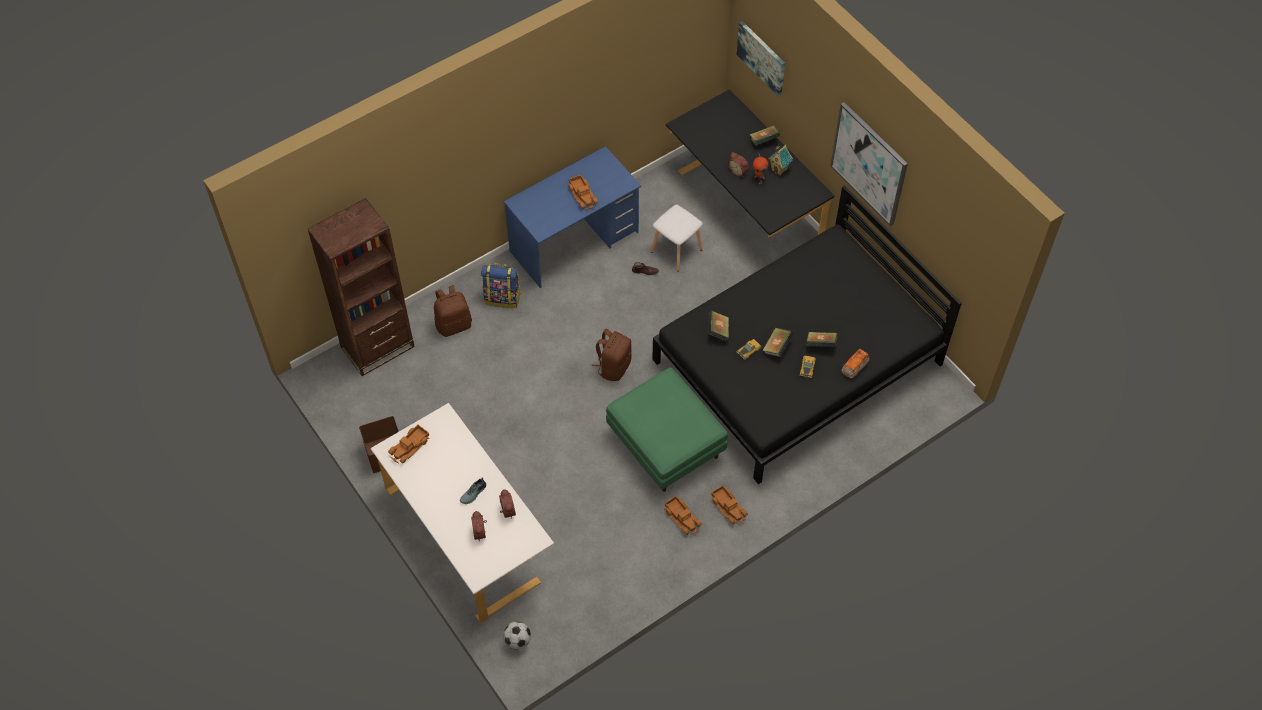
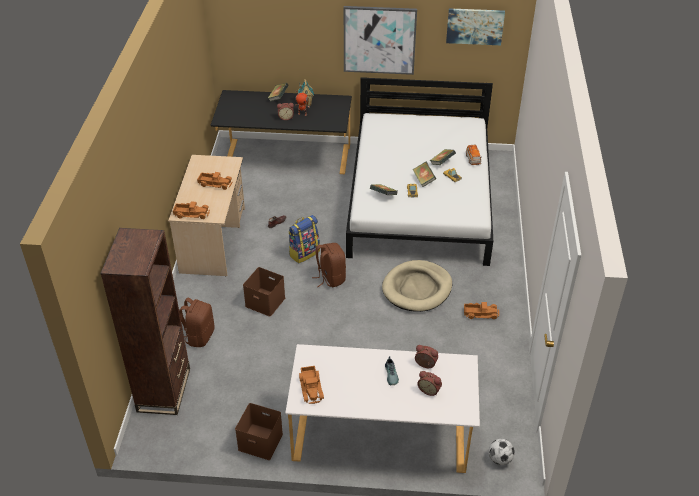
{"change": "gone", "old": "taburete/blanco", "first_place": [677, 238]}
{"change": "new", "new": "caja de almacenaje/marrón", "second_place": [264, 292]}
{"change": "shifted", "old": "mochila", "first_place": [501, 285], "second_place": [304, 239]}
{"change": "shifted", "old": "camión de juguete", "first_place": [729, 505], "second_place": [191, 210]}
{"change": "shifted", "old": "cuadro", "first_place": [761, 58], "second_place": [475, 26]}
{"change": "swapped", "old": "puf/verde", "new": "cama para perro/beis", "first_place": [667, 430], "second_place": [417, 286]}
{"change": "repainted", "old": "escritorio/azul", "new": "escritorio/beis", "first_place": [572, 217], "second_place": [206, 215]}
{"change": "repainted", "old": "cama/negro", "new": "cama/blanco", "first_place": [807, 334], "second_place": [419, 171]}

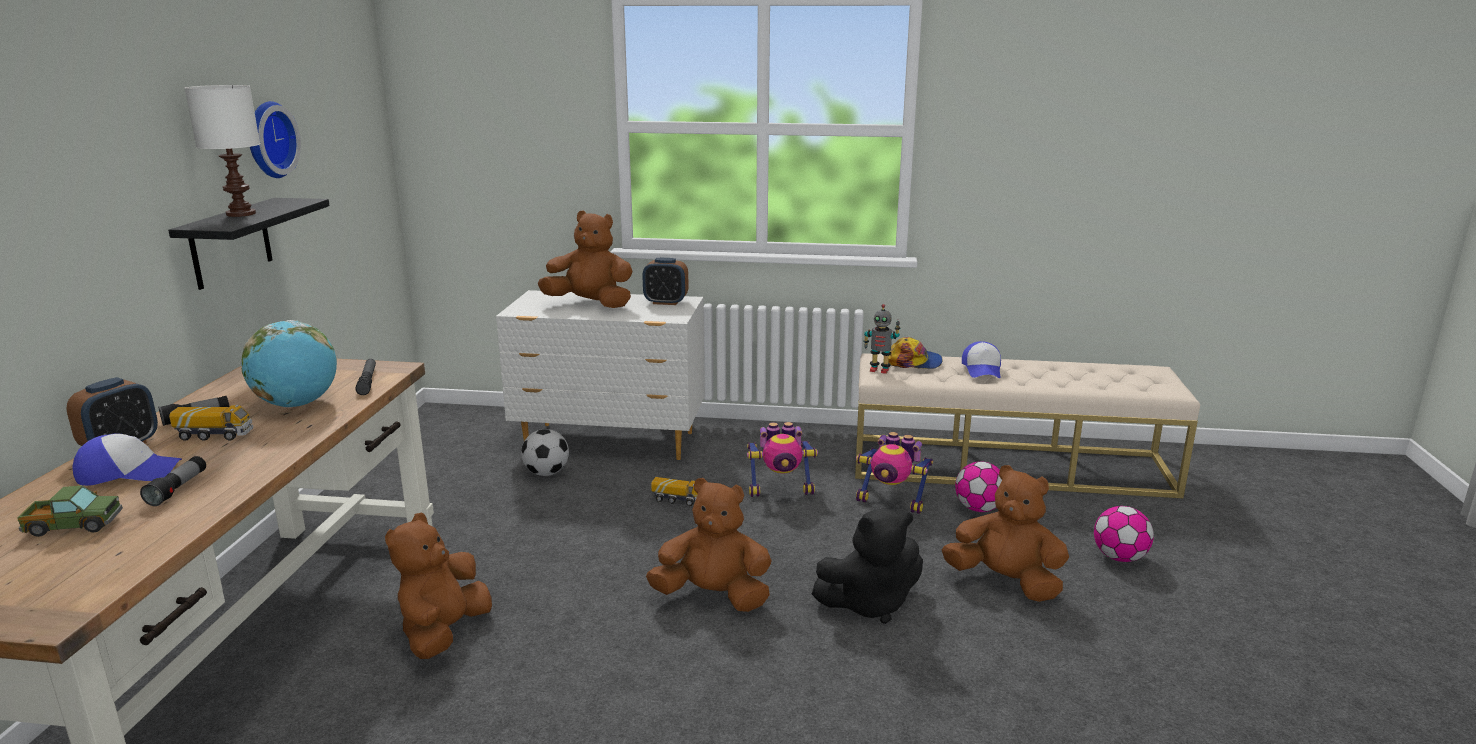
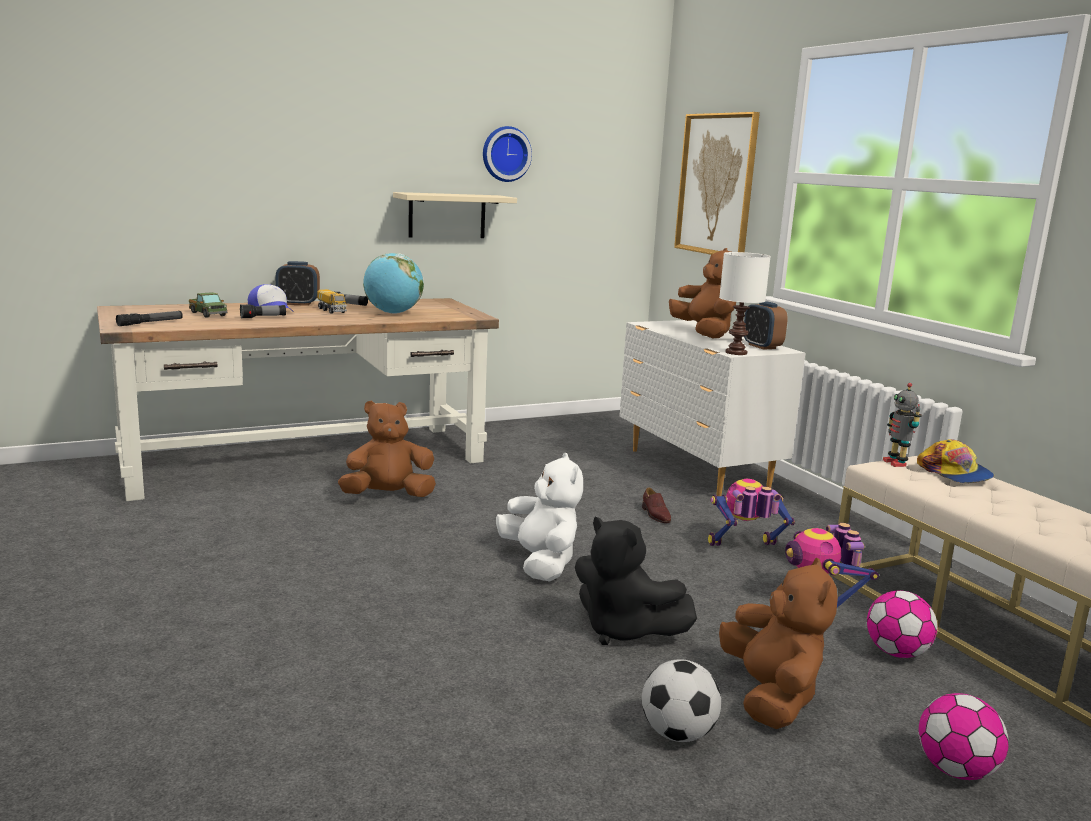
{"change": "gone", "old": "gorra", "first_place": [981, 359]}
{"change": "new", "new": "cuadro", "second_place": [717, 183]}
{"change": "shifted", "old": "lámpara de mesa/blanco", "first_place": [222, 151], "second_place": [745, 303]}
{"change": "shifted", "old": "linterna", "first_place": [365, 377], "second_place": [149, 318]}
{"change": "shifted", "old": "balón de fútbol", "first_place": [545, 452], "second_place": [681, 700]}
{"change": "swapped", "old": "camión de juguete", "new": "zapato/marrón", "first_place": [674, 491], "second_place": [656, 505]}
{"change": "repainted", "old": "estante/negro", "new": "estante/beis", "first_place": [249, 244], "second_place": [455, 215]}
{"change": "repainted", "old": "peluche/marrón", "new": "peluche/blanco", "first_place": [709, 545], "second_place": [539, 517]}
{"change": "rotated", "old": "robot de juguete", "first_place": [782, 459], "second_place": [751, 512], "degrees": 120}

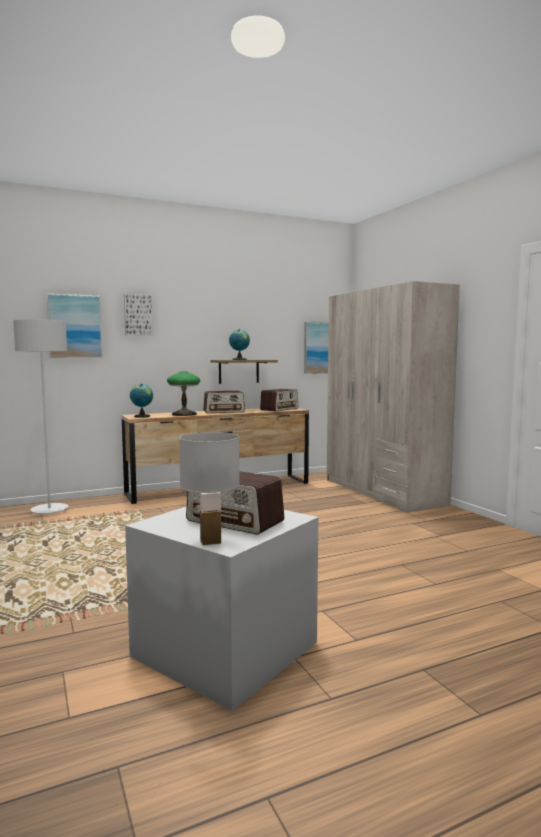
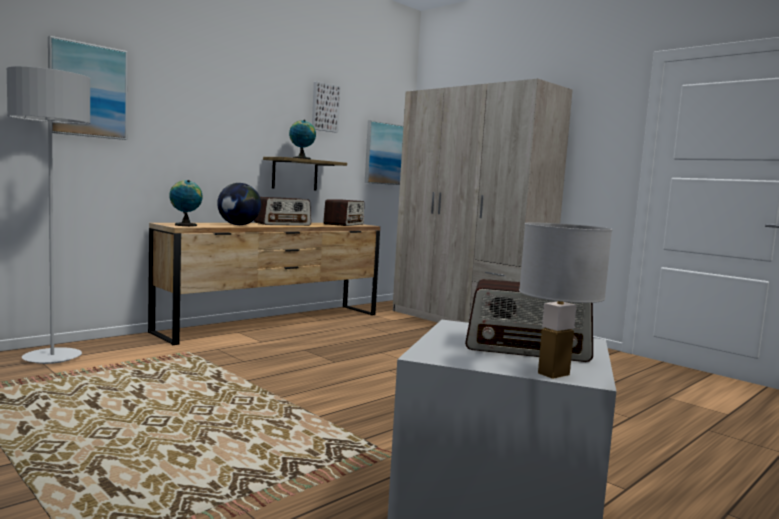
{"change": "shifted", "old": "cuadro", "first_place": [138, 315], "second_place": [326, 107]}
{"change": "swapped", "old": "lámpara de mesa", "new": "globo terráqueo", "first_place": [183, 394], "second_place": [239, 204]}

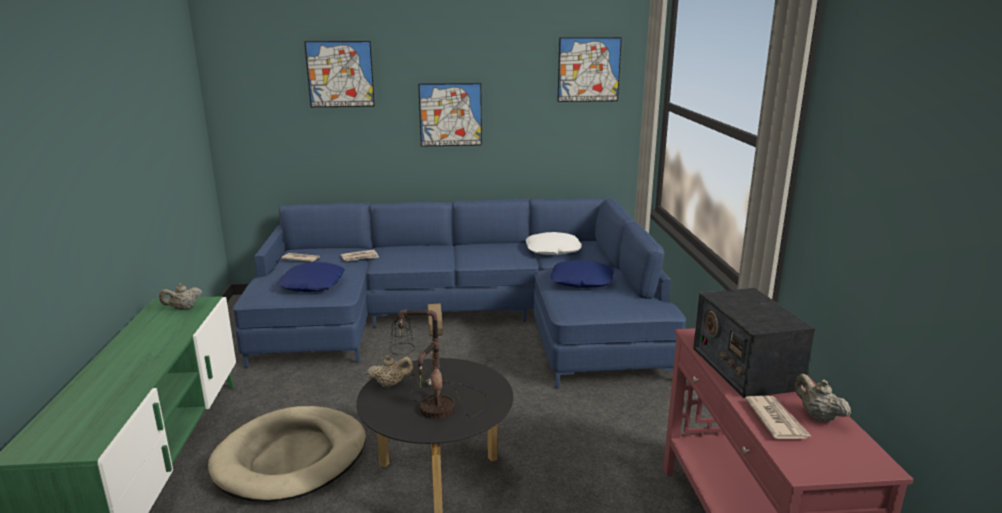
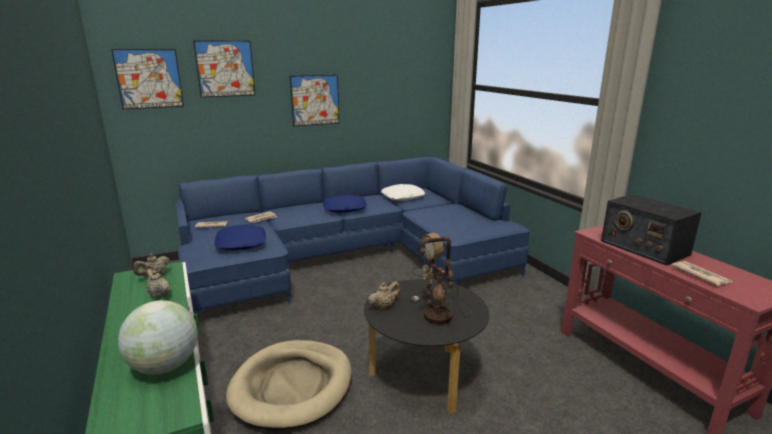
{"change": "new", "new": "globo terráqueo", "second_place": [158, 337]}
{"change": "shifted", "old": "cojín/azul", "first_place": [582, 274], "second_place": [345, 203]}
{"change": "shifted", "old": "cuadro", "first_place": [589, 69], "second_place": [147, 79]}
{"change": "shifted", "old": "tetera/beis", "first_place": [822, 398], "second_place": [158, 283]}

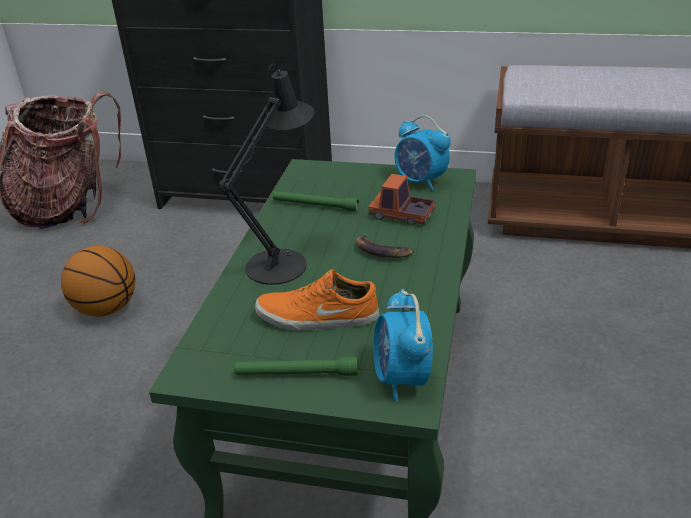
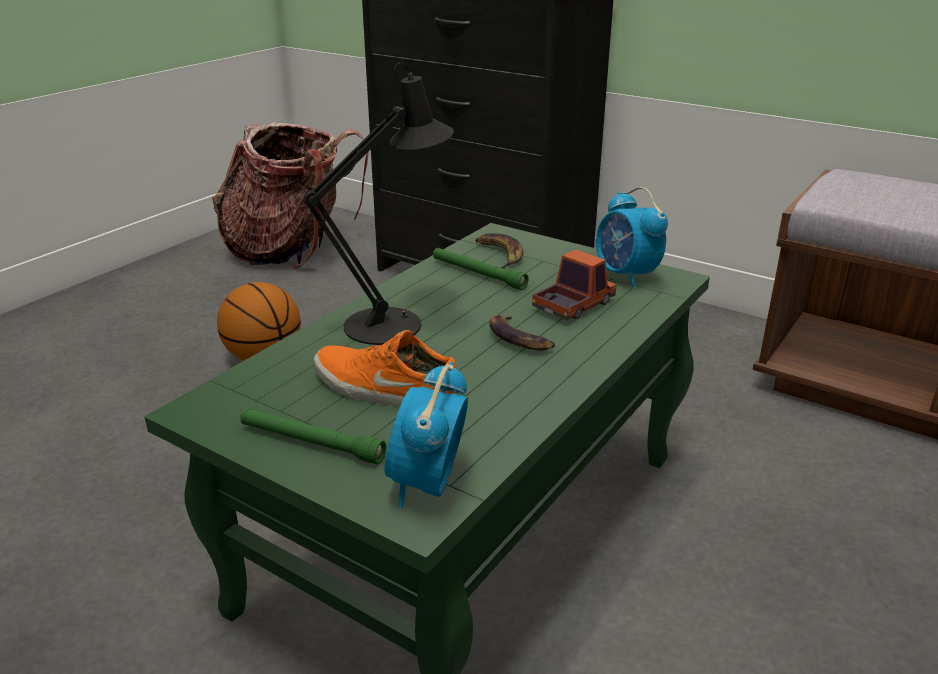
{"change": "new", "new": "plátano", "second_place": [499, 251]}
{"change": "rotated", "old": "camión de juguete", "first_place": [402, 200], "second_place": [574, 284], "degrees": 90}

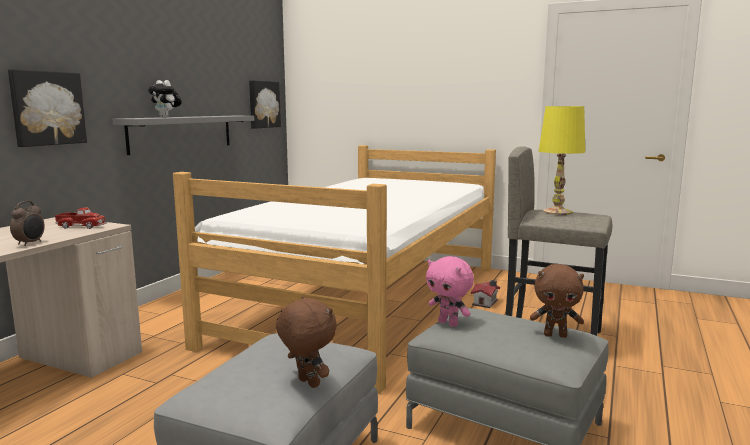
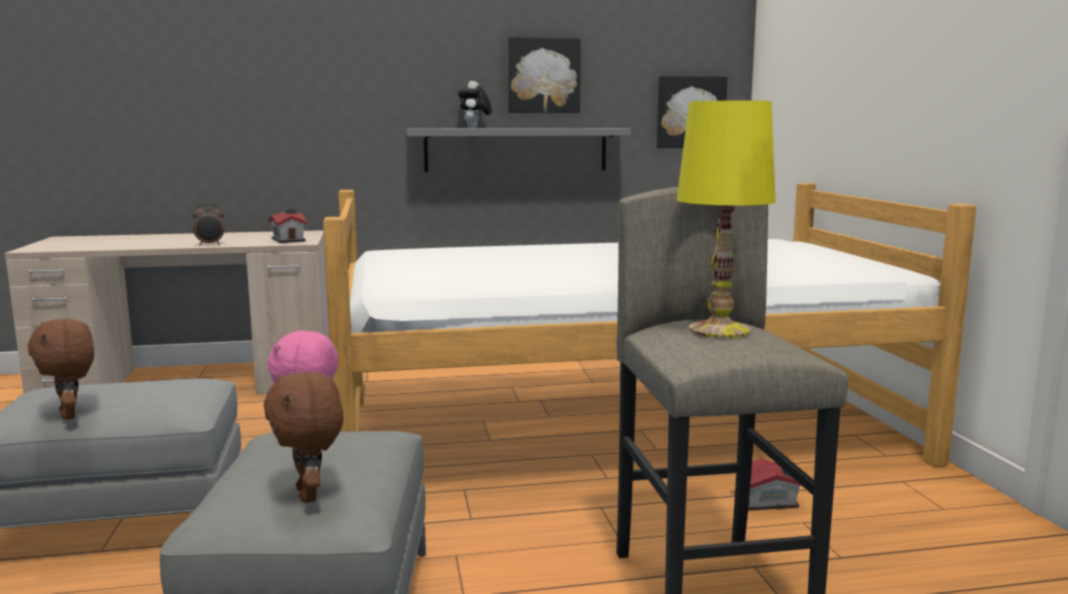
{"change": "shifted", "old": "cuadro", "first_place": [47, 108], "second_place": [544, 75]}
{"change": "swapped", "old": "camión de juguete", "new": "casita", "first_place": [81, 218], "second_place": [287, 225]}
{"change": "rotated", "old": "peluche/marrón", "first_place": [306, 342], "second_place": [61, 369], "degrees": 135}

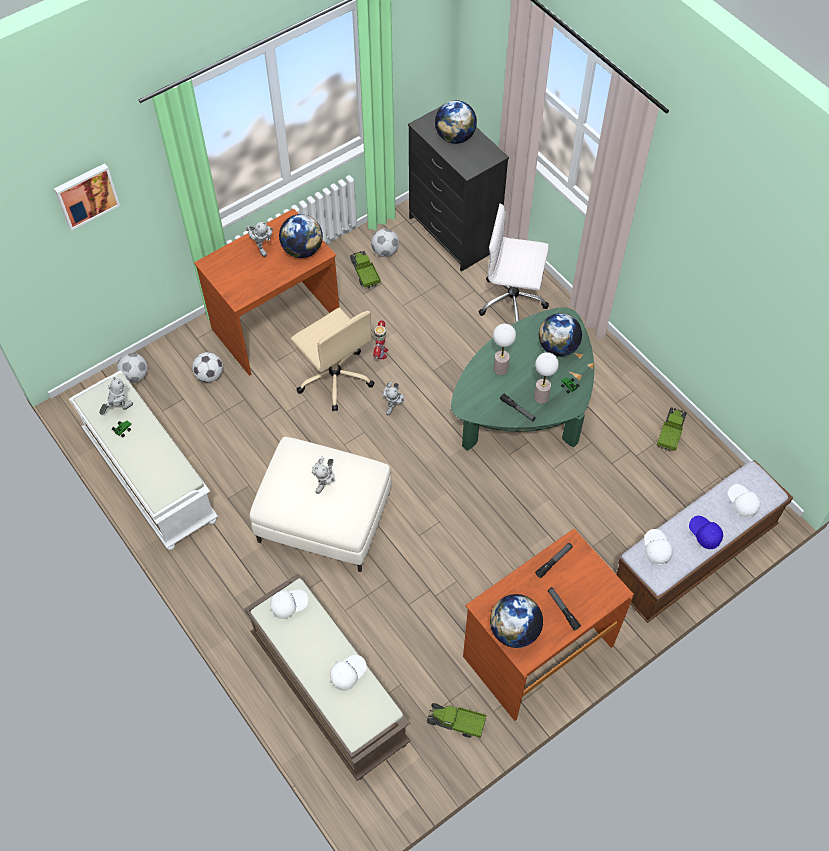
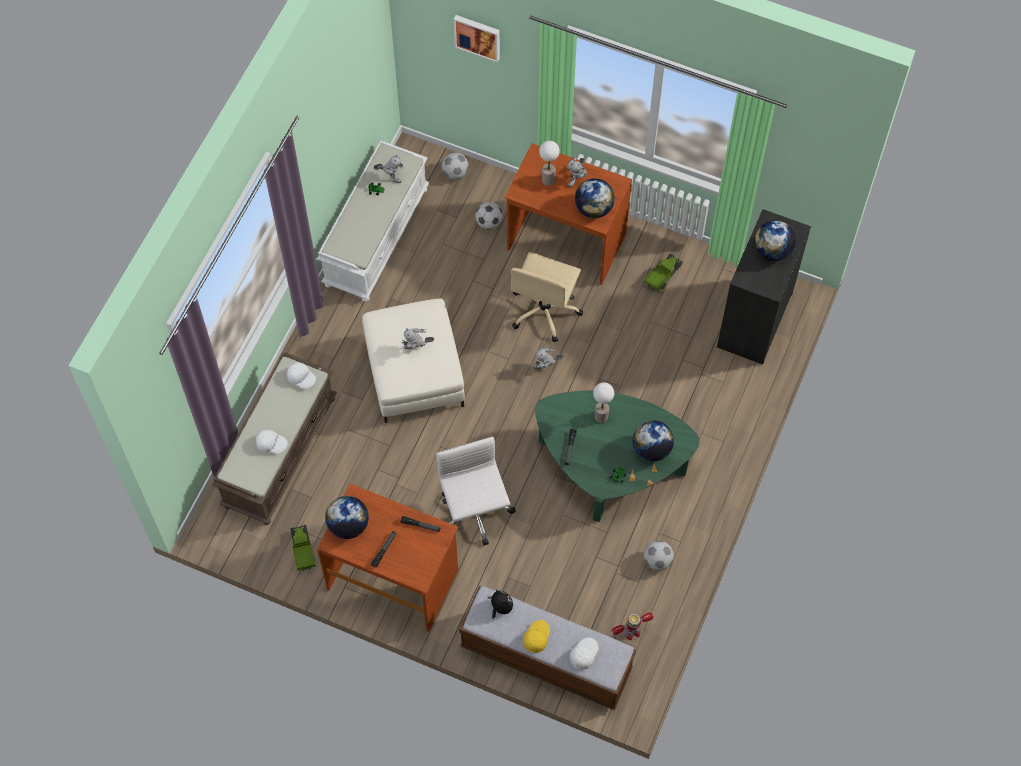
{"change": "gone", "old": "camión de juguete", "first_place": [672, 429]}
{"change": "shifted", "old": "balón de fútbol", "first_place": [385, 242], "second_place": [659, 556]}
{"change": "shifted", "old": "robot de juguete", "first_place": [380, 339], "second_place": [633, 626]}
{"change": "shifted", "old": "silla de oficina/blanco", "first_place": [514, 263], "second_place": [475, 491]}
{"change": "shifted", "old": "lámpara de mesa", "first_place": [546, 378], "second_place": [549, 163]}
{"change": "swapped", "old": "gorra/blanco", "new": "peluche", "first_place": [658, 547], "second_place": [500, 604]}
{"change": "repainted", "old": "gorra/azul", "new": "gorra/amarillo", "first_place": [706, 532], "second_place": [536, 636]}

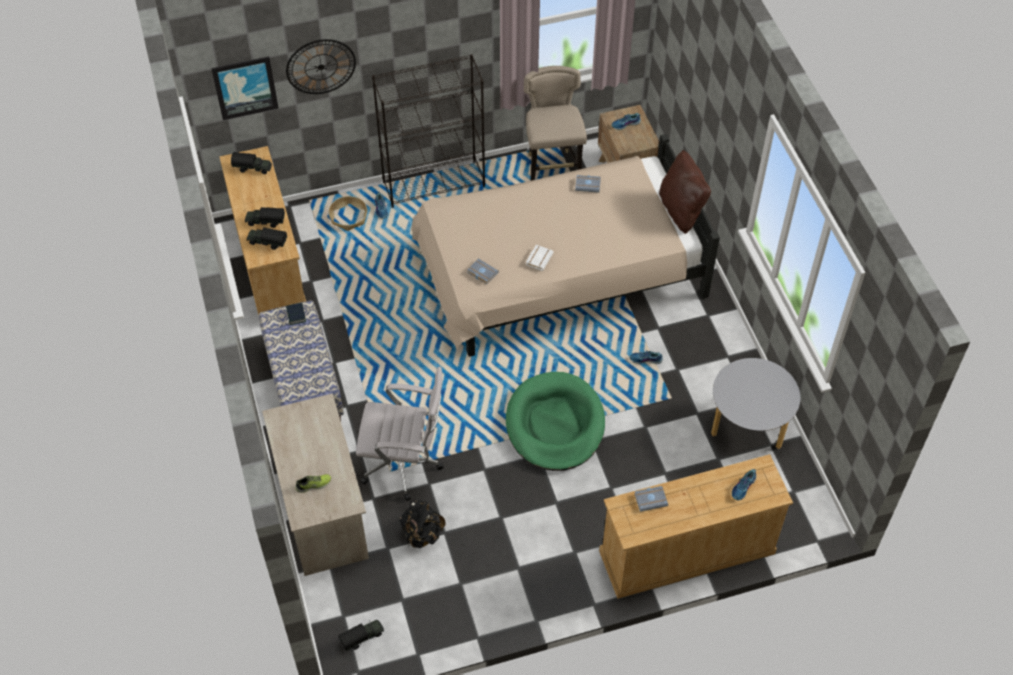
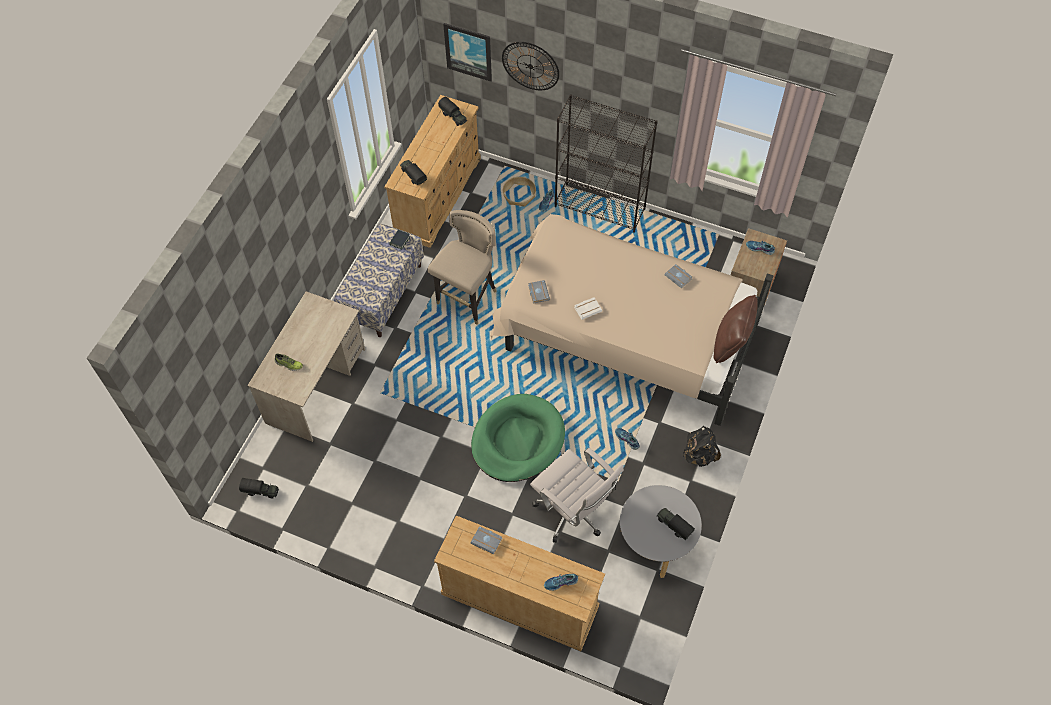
{"change": "shifted", "old": "camión de juguete", "first_place": [265, 217], "second_place": [676, 524]}
{"change": "shifted", "old": "silla de oficina/blanco", "first_place": [400, 434], "second_place": [577, 495]}
{"change": "shifted", "old": "mochila/negro", "first_place": [422, 524], "second_place": [702, 446]}
{"change": "shifted", "old": "taburete/beis", "first_place": [555, 123], "second_place": [462, 267]}

